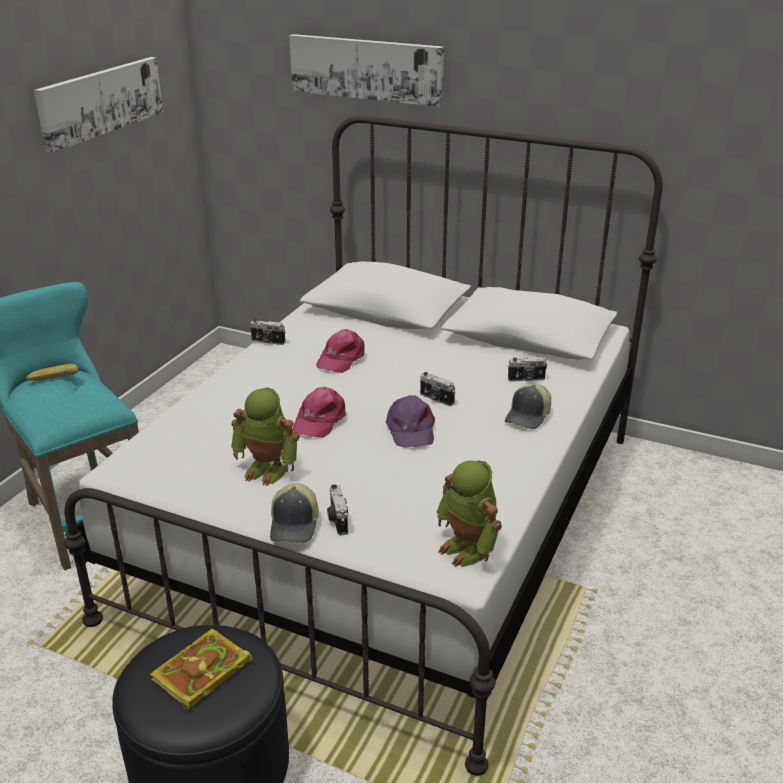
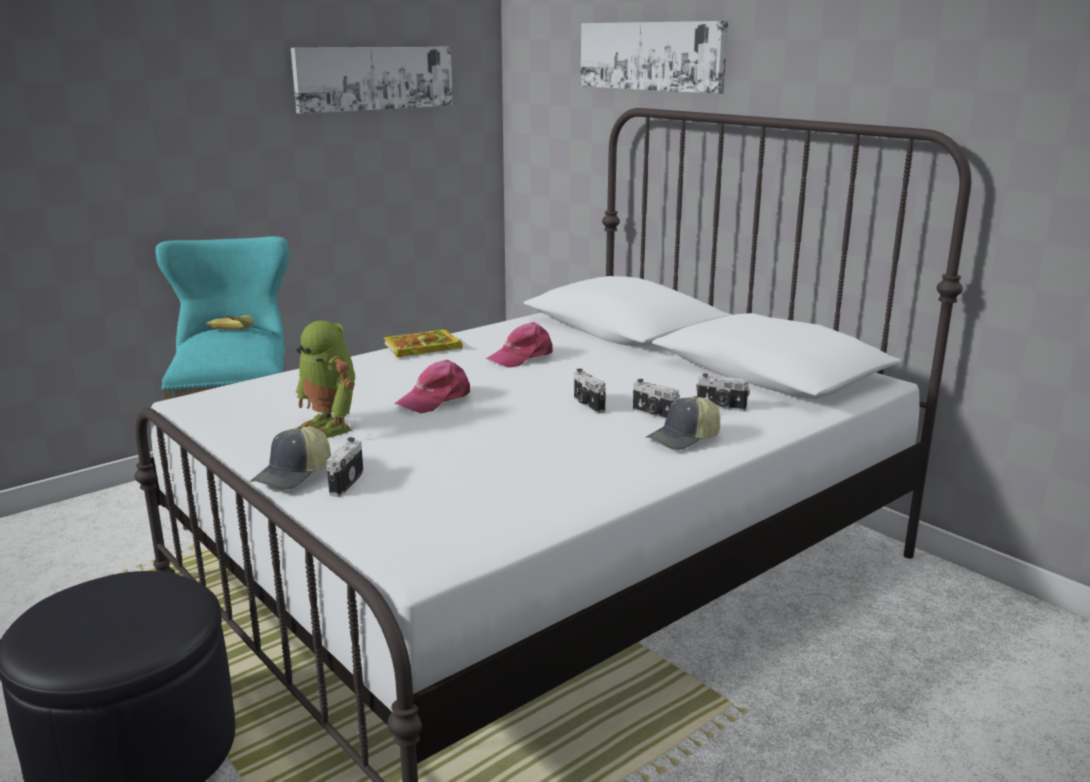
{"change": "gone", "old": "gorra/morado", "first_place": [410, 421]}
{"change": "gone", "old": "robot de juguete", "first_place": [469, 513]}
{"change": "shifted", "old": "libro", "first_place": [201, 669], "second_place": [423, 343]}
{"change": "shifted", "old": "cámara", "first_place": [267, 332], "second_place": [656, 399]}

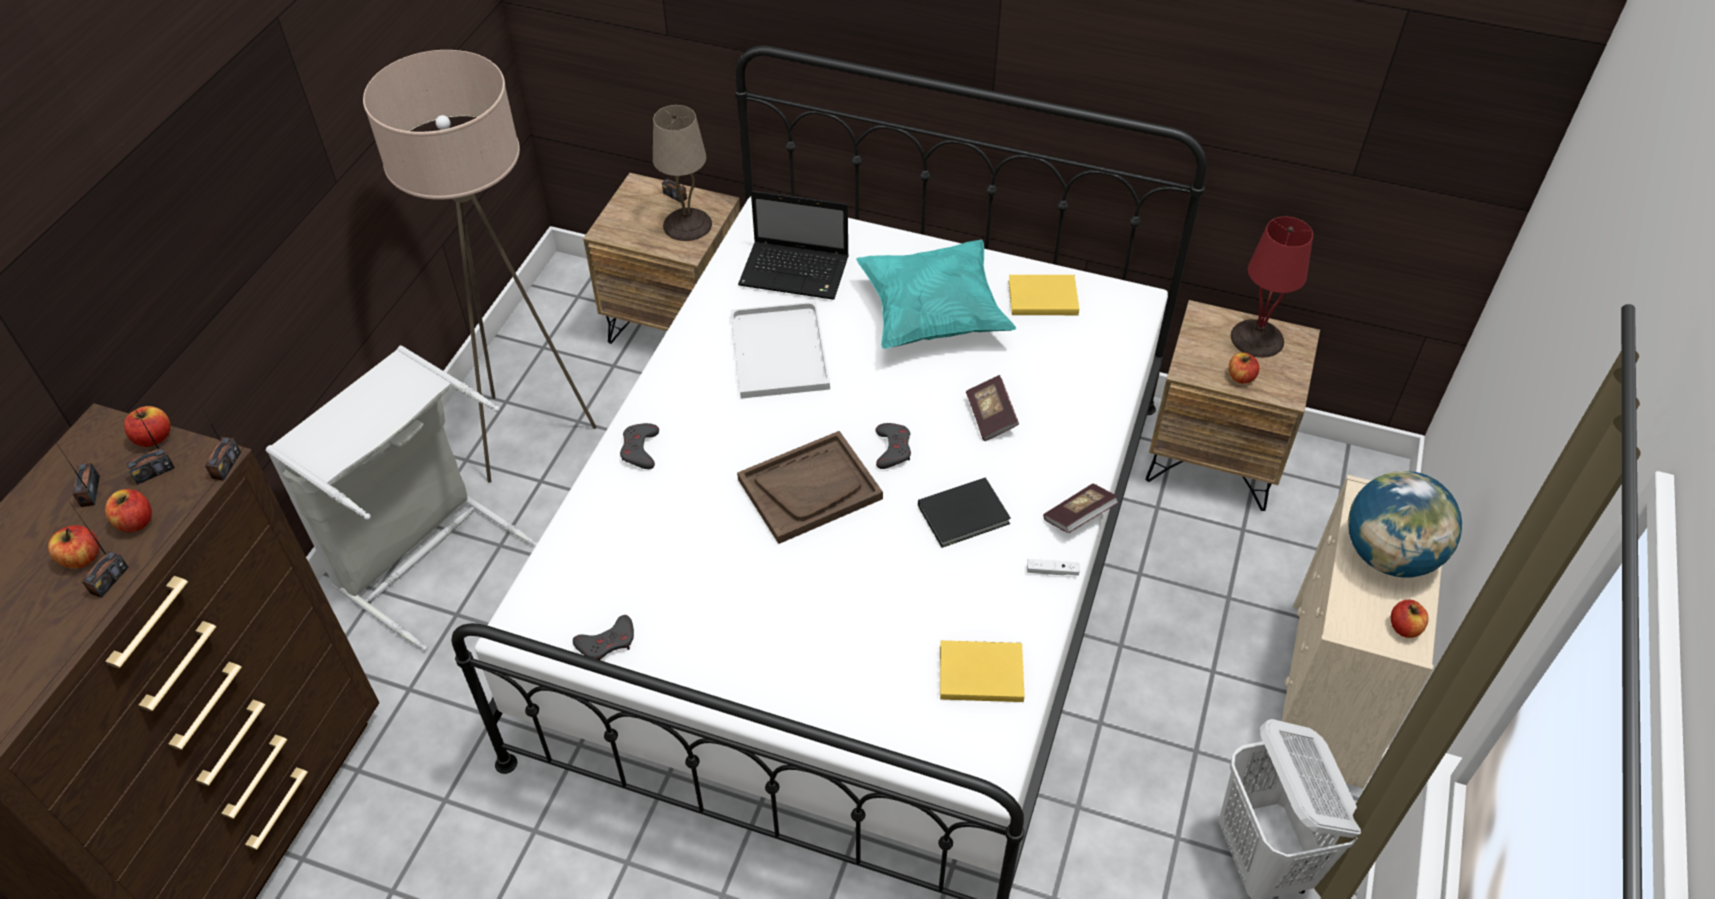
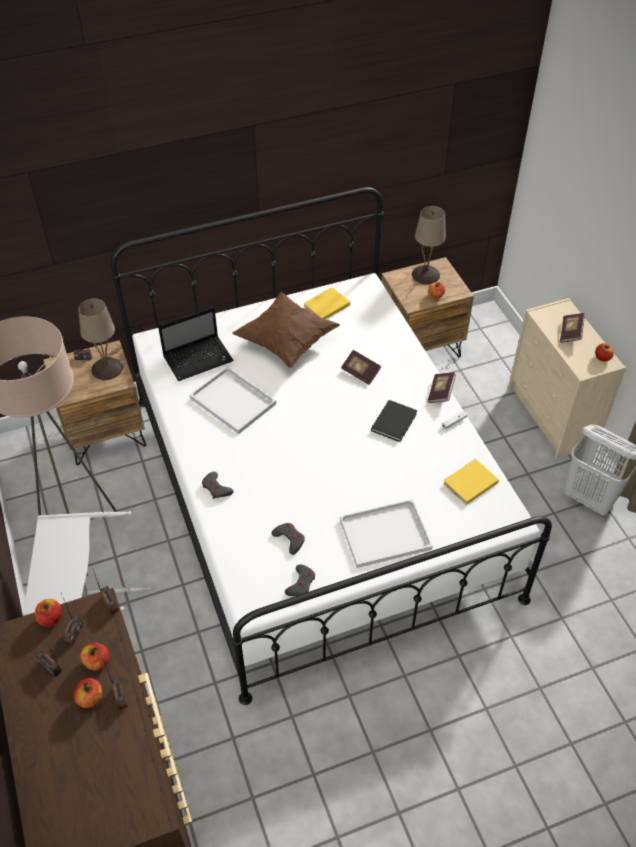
{"change": "gone", "old": "bandeja/marrón", "first_place": [810, 487]}
{"change": "new", "new": "bandeja/blanco", "second_place": [386, 533]}
{"change": "shifted", "old": "mando de consola/gris", "first_place": [893, 446], "second_place": [288, 539]}
{"change": "swapped", "old": "globo terráqueo", "new": "libro", "first_place": [1405, 524], "second_place": [572, 328]}
{"change": "repainted", "old": "cojín/turquesa", "new": "cojín/marrón", "first_place": [936, 294], "second_place": [286, 330]}
{"change": "repainted", "old": "lámpara de mesa/rojo", "new": "lámpara de mesa/beis", "first_place": [1272, 287], "second_place": [429, 245]}

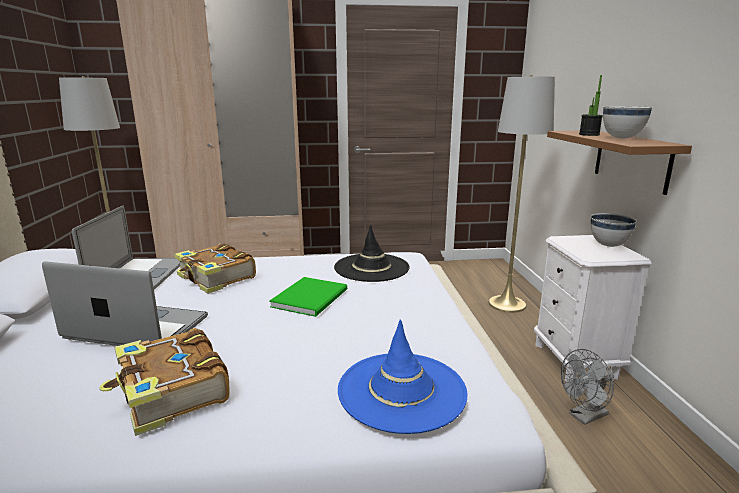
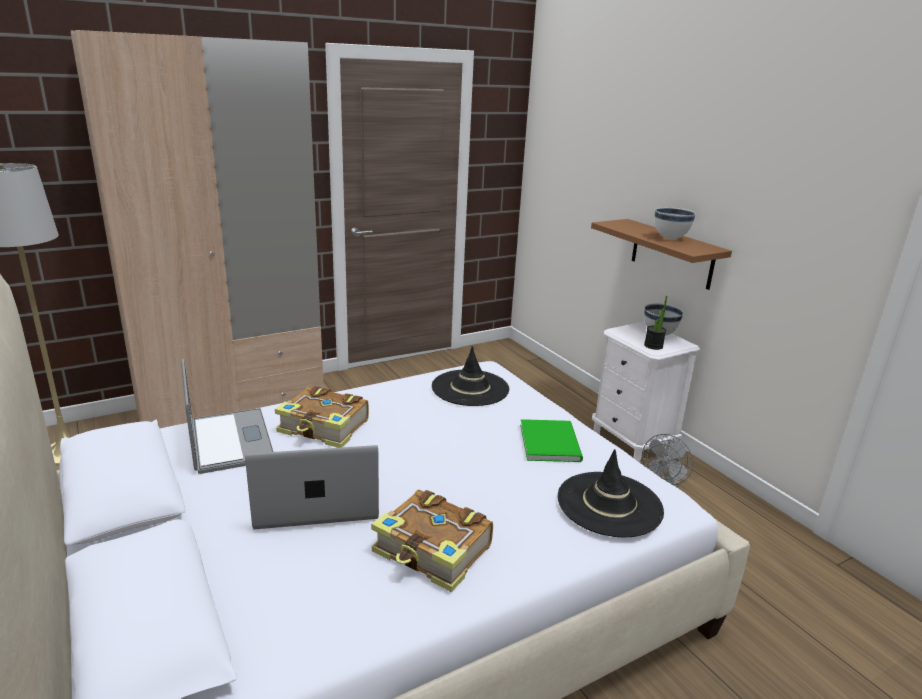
{"change": "gone", "old": "lámpara de pie/gris", "first_place": [521, 194]}
{"change": "shifted", "old": "libro/verde", "first_place": [308, 297], "second_place": [551, 440]}
{"change": "shifted", "old": "planta en maceta", "first_place": [591, 105], "second_place": [655, 323]}
{"change": "repainted", "old": "sombrero/azul", "new": "sombrero/negro", "first_place": [402, 376], "second_place": [611, 493]}

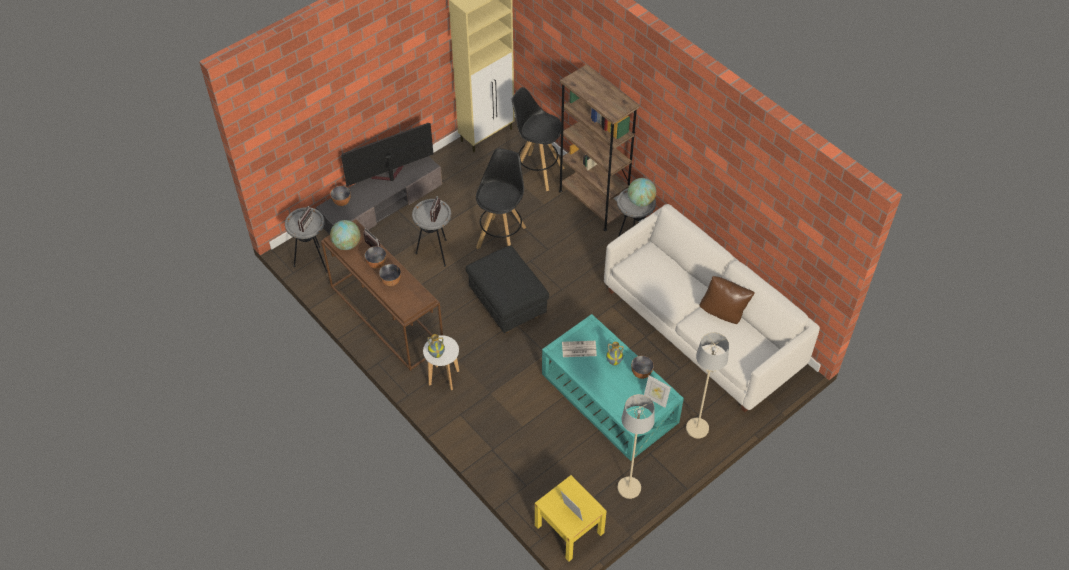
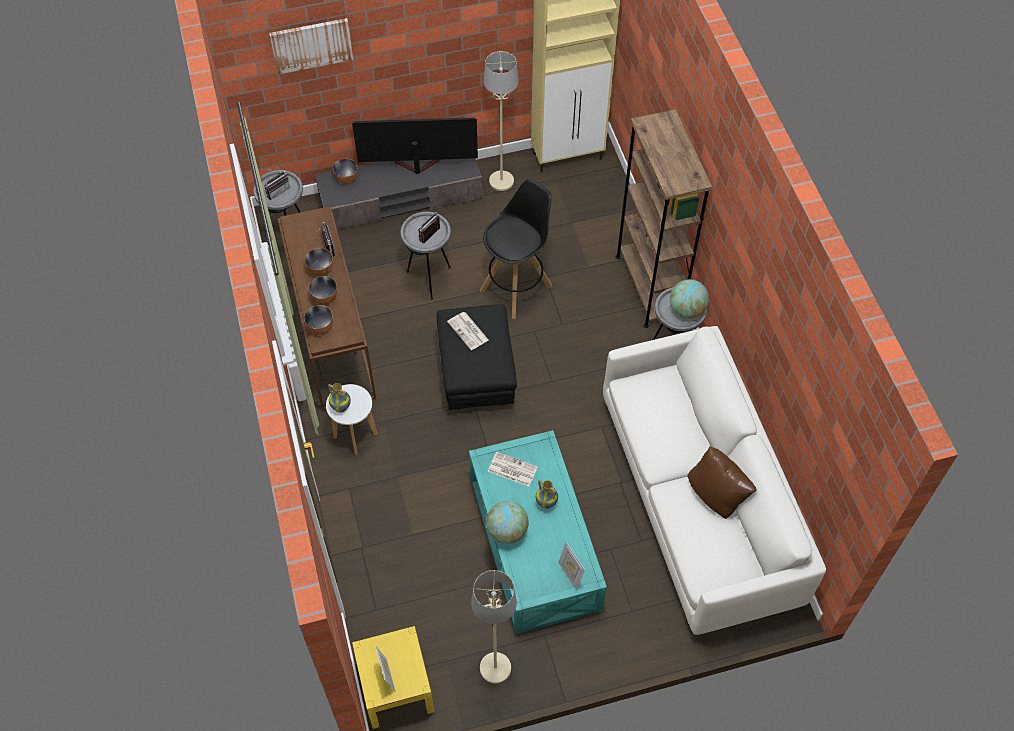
{"change": "gone", "old": "taburete/negro", "first_place": [538, 139]}
{"change": "new", "new": "cuadro", "second_place": [311, 46]}
{"change": "new", "new": "periódico", "second_place": [468, 331]}
{"change": "shifted", "old": "globo terráqueo", "first_place": [345, 235], "second_place": [507, 522]}
{"change": "shifted", "old": "cuenco", "first_place": [642, 367], "second_place": [318, 320]}
{"change": "shifted", "old": "lámpara de pie/beis", "first_place": [707, 385], "second_place": [501, 121]}

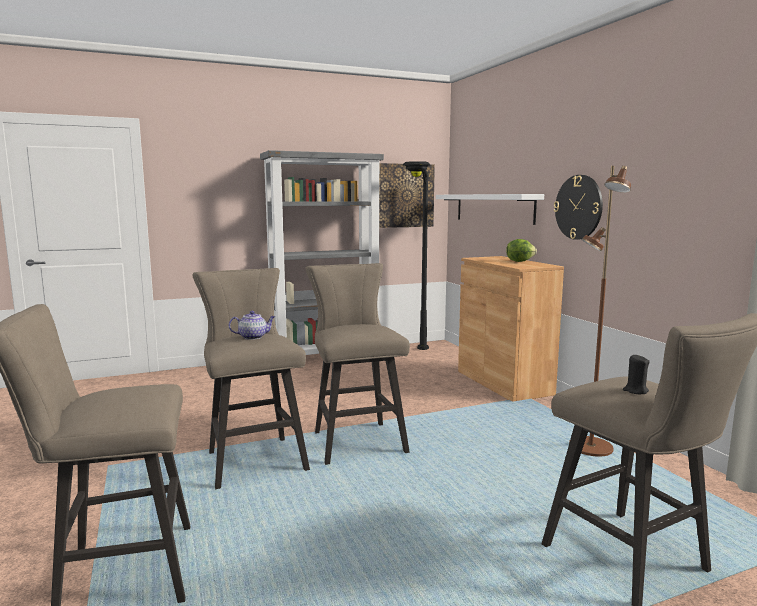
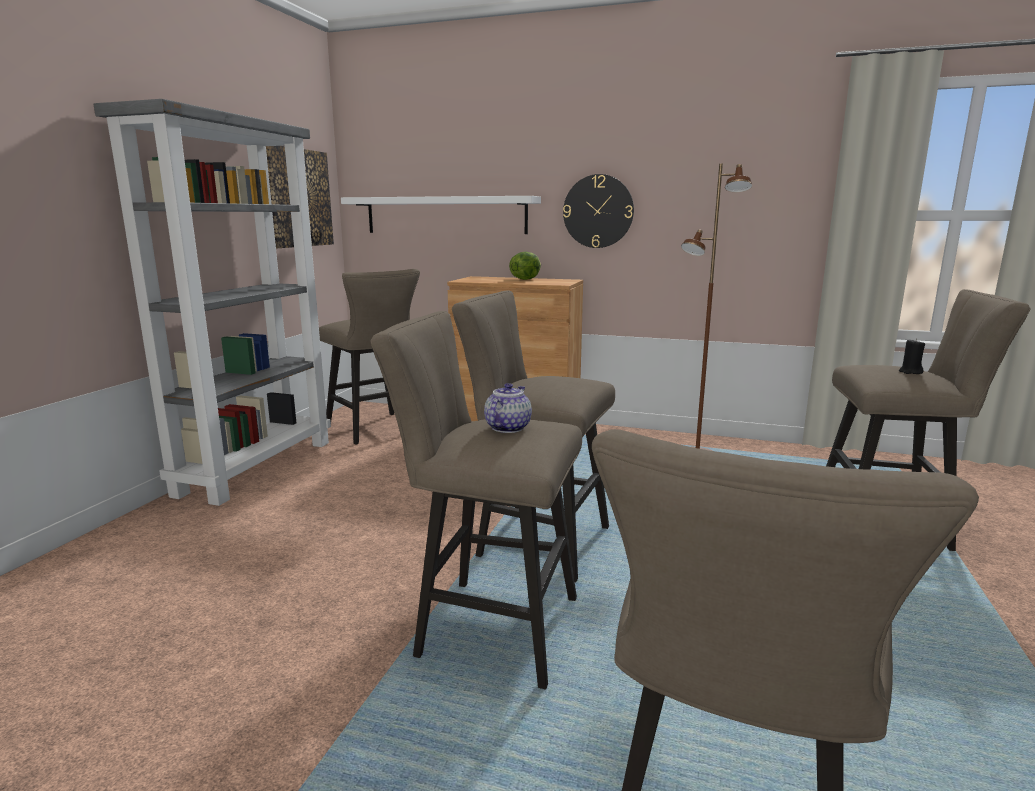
{"change": "swapped", "old": "lámpara de pie/negro", "new": "taburete/beis", "first_place": [417, 255], "second_place": [369, 357]}

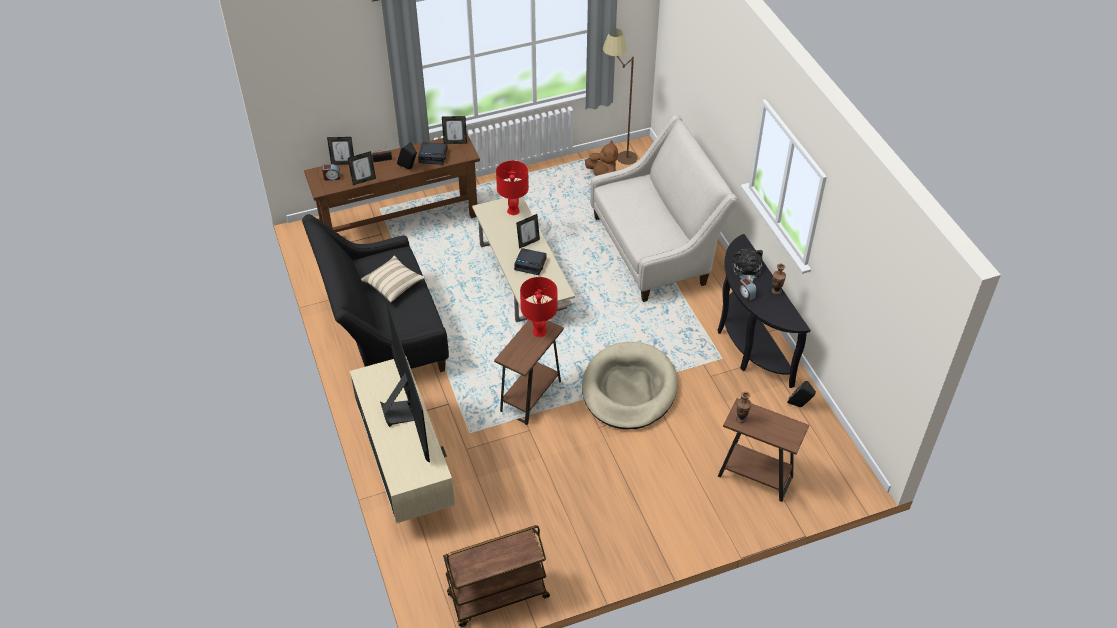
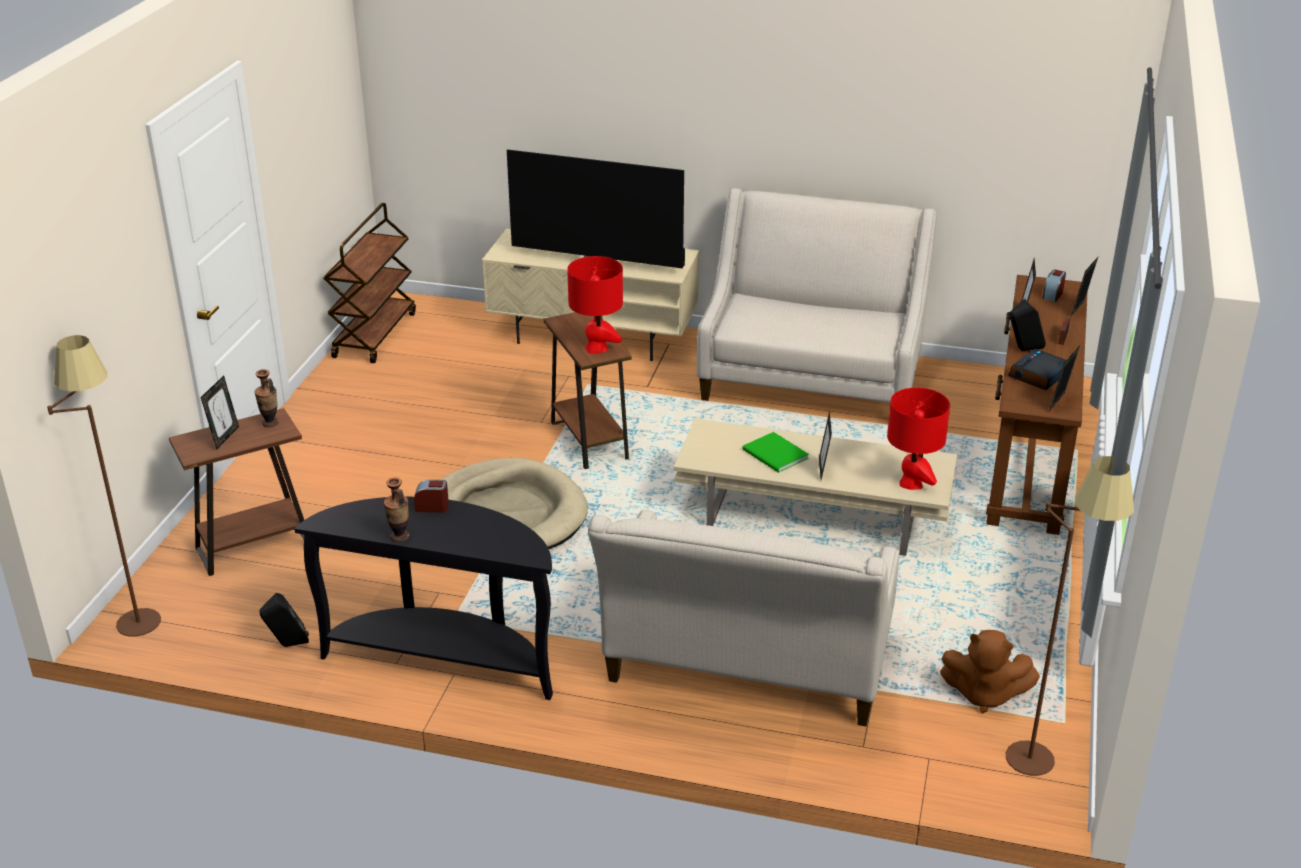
{"change": "gone", "old": "cojín/beis", "first_place": [393, 279]}
{"change": "gone", "old": "peluche", "first_place": [747, 265]}
{"change": "new", "new": "lámpara de pie/marrón", "second_place": [104, 486]}
{"change": "new", "new": "portarretratos", "second_place": [220, 412]}
{"change": "swapped", "old": "despertador", "new": "libro/verde", "first_place": [530, 261], "second_place": [775, 452]}
{"change": "repainted", "old": "sofá/negro", "new": "sofá/beis", "first_place": [375, 293], "second_place": [817, 295]}

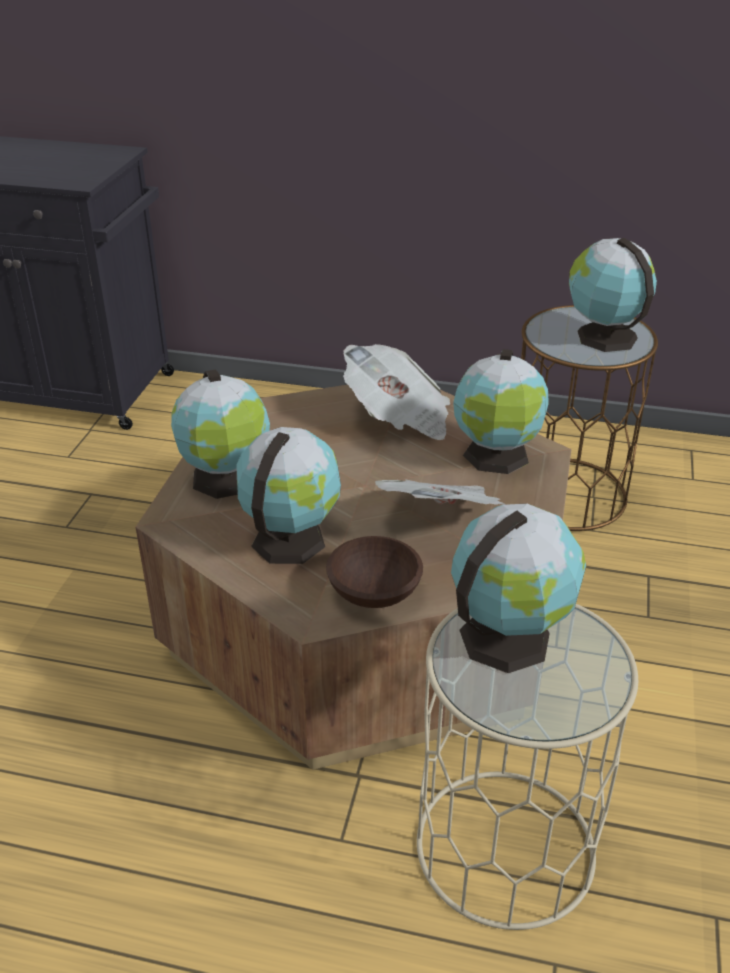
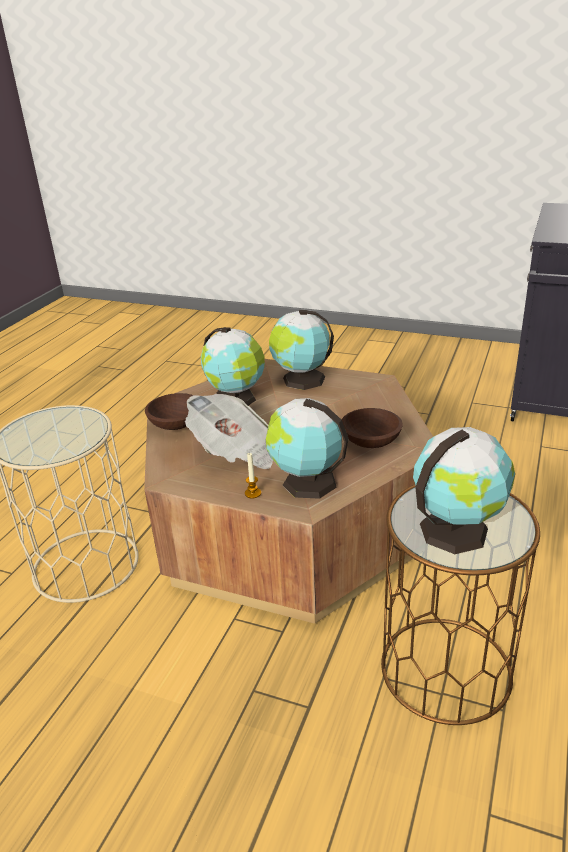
{"change": "gone", "old": "globo terráqueo", "first_place": [518, 588]}
{"change": "new", "new": "vela", "second_place": [253, 475]}
{"change": "swapped", "old": "periódico", "new": "cuenco/marrón", "first_place": [396, 392], "second_place": [372, 428]}

